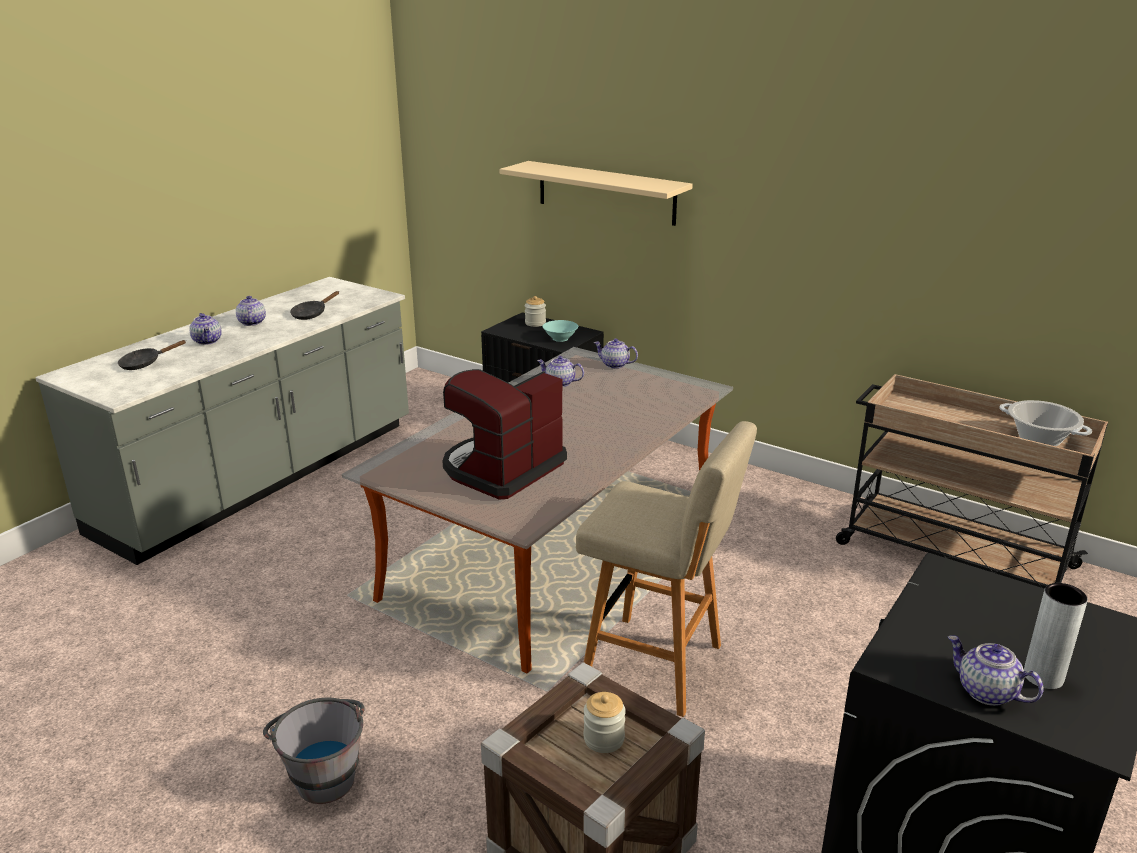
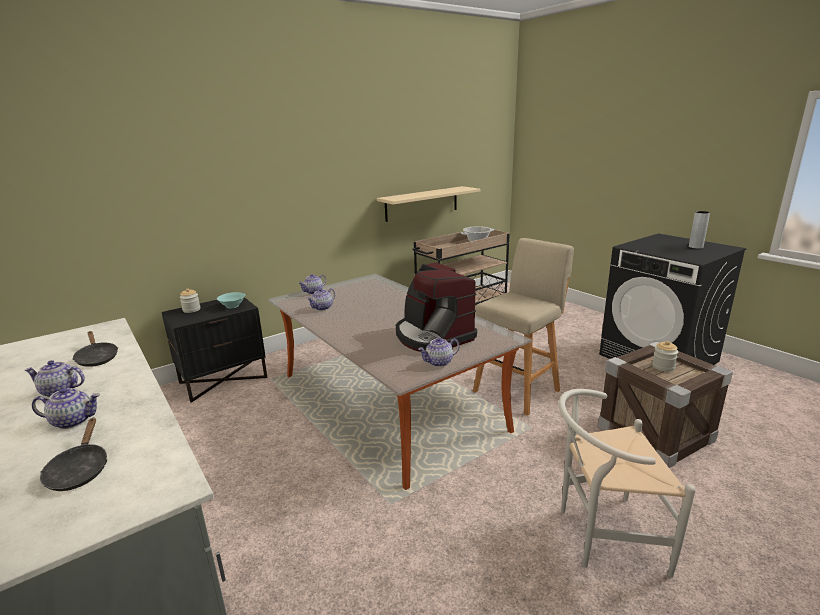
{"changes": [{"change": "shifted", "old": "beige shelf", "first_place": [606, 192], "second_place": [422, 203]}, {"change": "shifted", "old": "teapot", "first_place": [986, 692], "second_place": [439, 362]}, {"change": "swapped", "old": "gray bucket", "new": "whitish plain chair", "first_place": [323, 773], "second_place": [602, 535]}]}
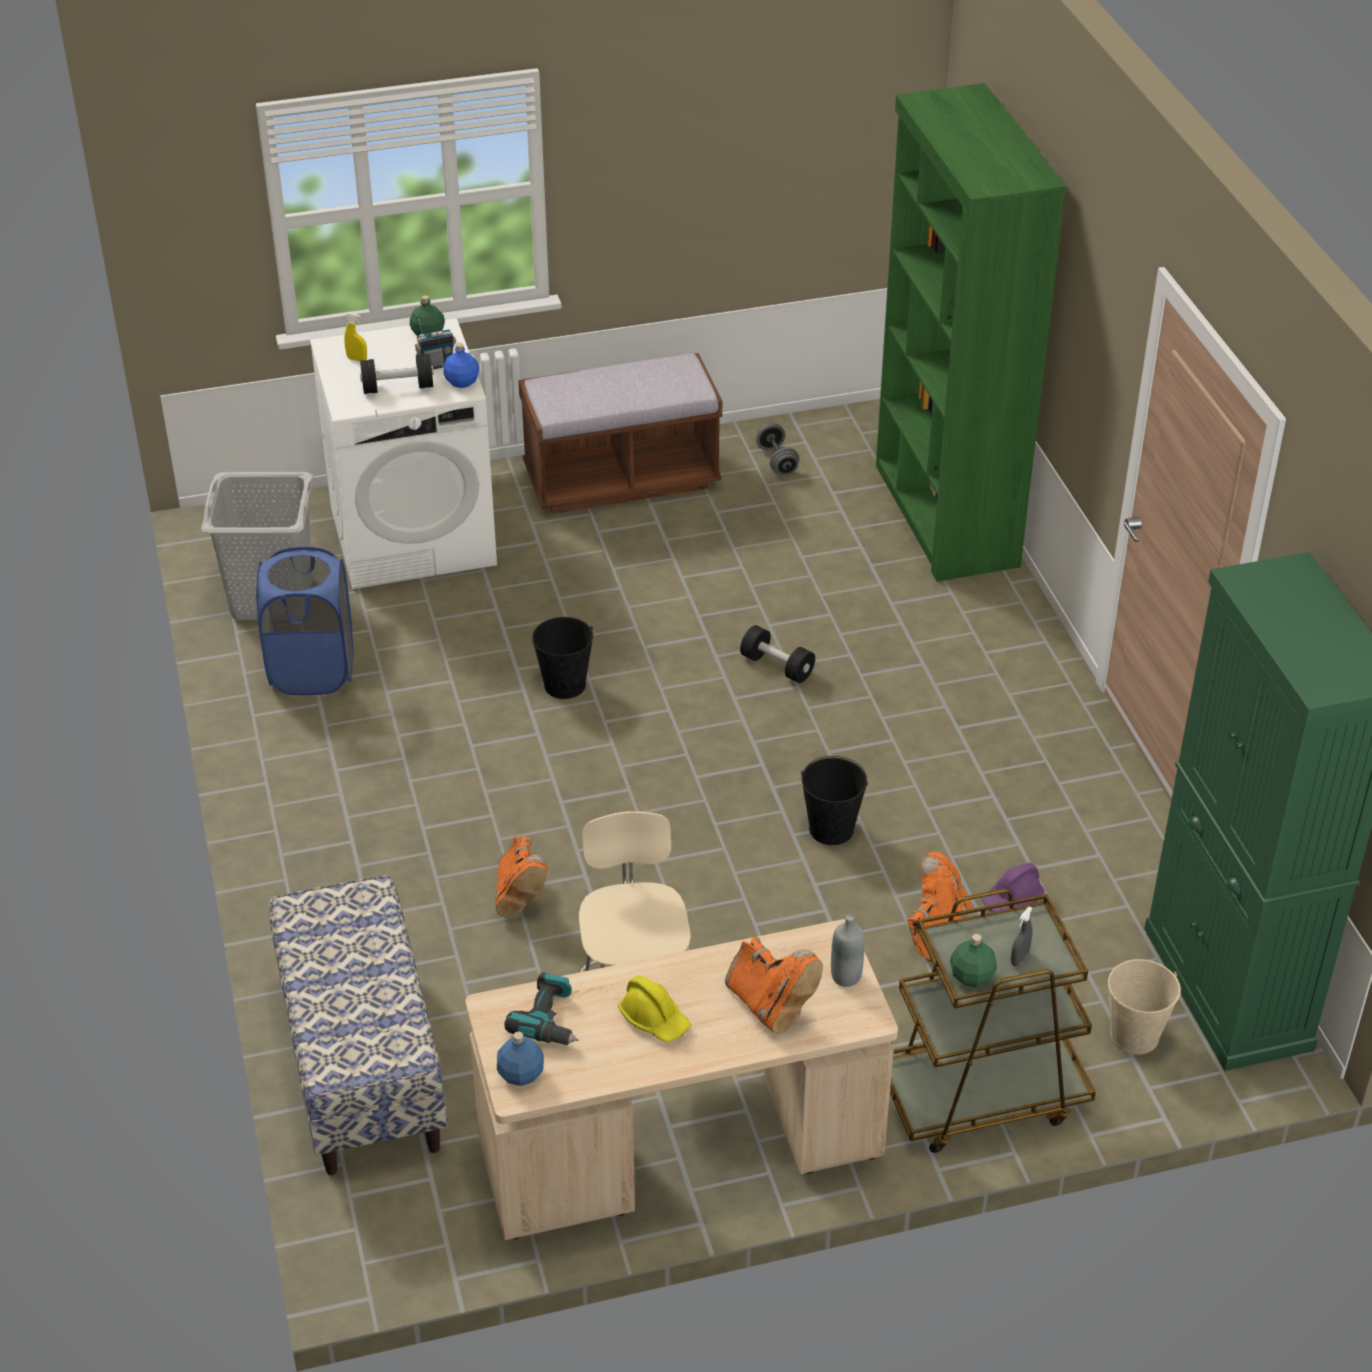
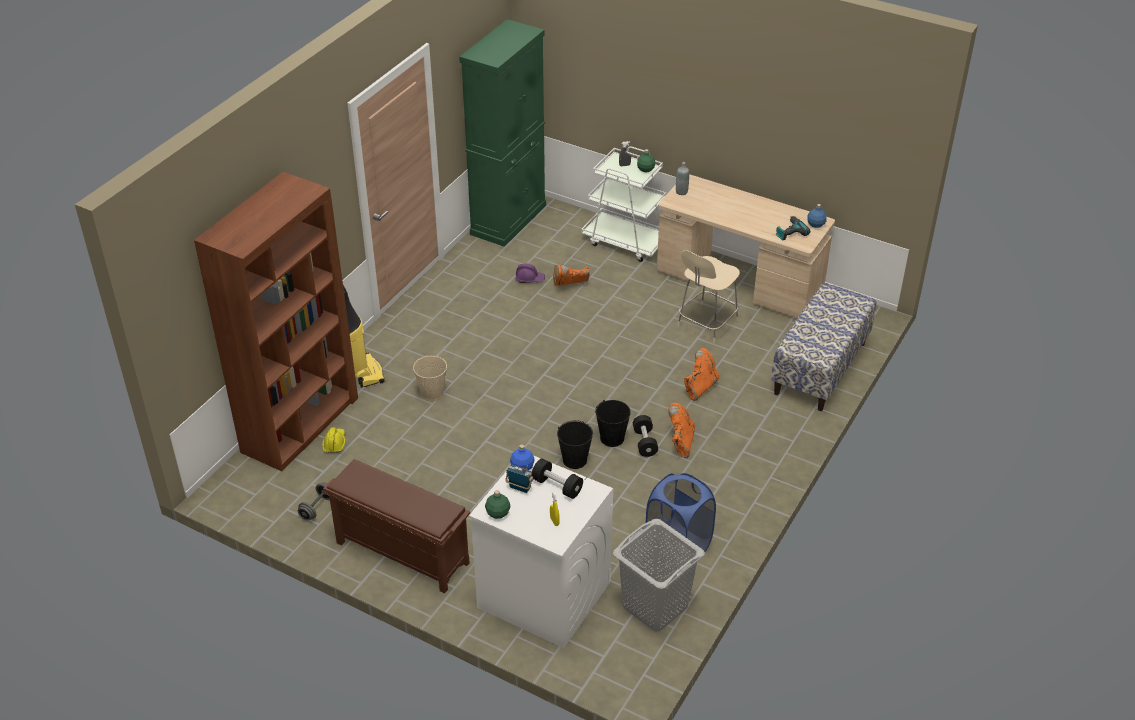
{"changes": [{"change": "repainted", "old": "greenish shelving unit", "new": "brownish shelving unit", "first_place": [944, 516], "second_place": [300, 424]}, {"change": "shifted", "old": "yellowish safety helmet", "first_place": [654, 1019], "second_place": [334, 443]}, {"change": "swapped", "old": "brownish indoor bench", "new": "brownish shoe shelf", "first_place": [621, 479], "second_place": [400, 553]}, {"change": "new", "new": "vacuum", "second_place": [364, 372]}, {"change": "shifted", "old": "beige bucket", "first_place": [1134, 1035], "second_place": [432, 393]}, {"change": "repainted", "old": "brownish wheeled cart", "new": "whitish wheeled cart", "first_place": [981, 1095], "second_place": [625, 241]}, {"change": "shifted", "old": "black-coloured bucket", "first_place": [831, 829], "second_place": [612, 438]}, {"change": "shifted", "old": "black-coloured dumbbell", "first_place": [777, 666], "second_place": [644, 442]}, {"change": "shifted", "old": "orange-coloured tall boot", "first_place": [770, 1007], "second_place": [681, 442]}]}
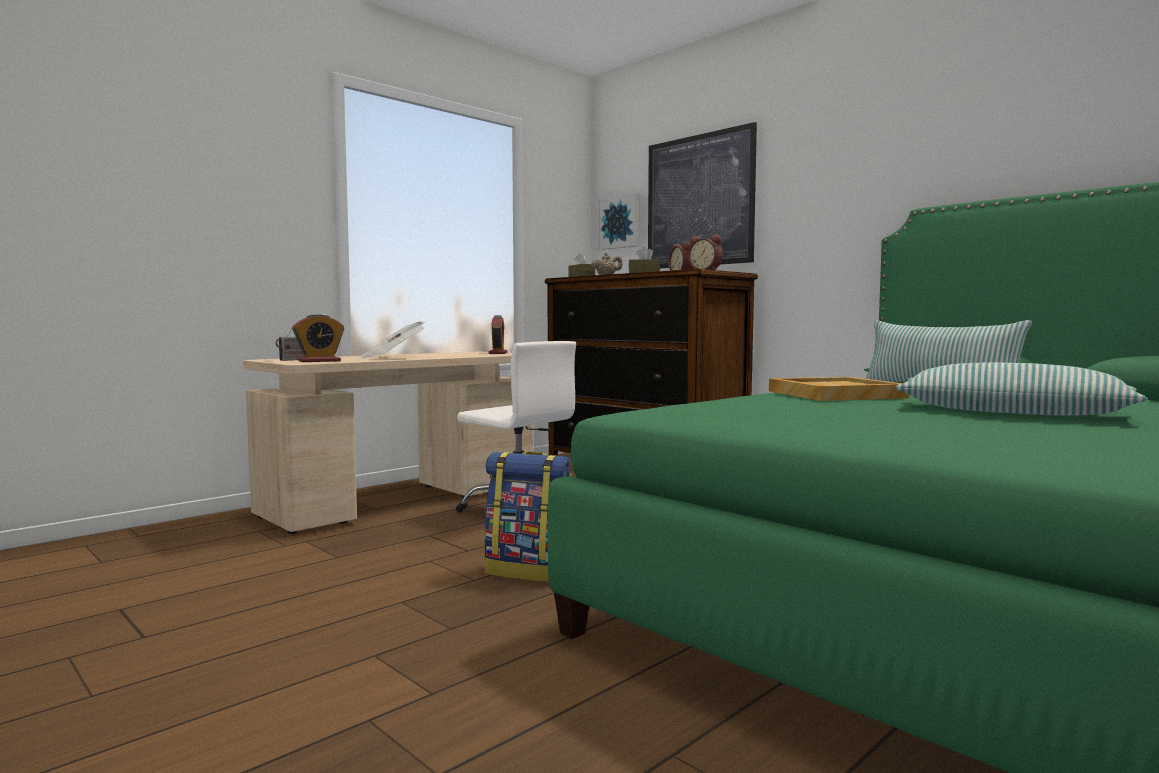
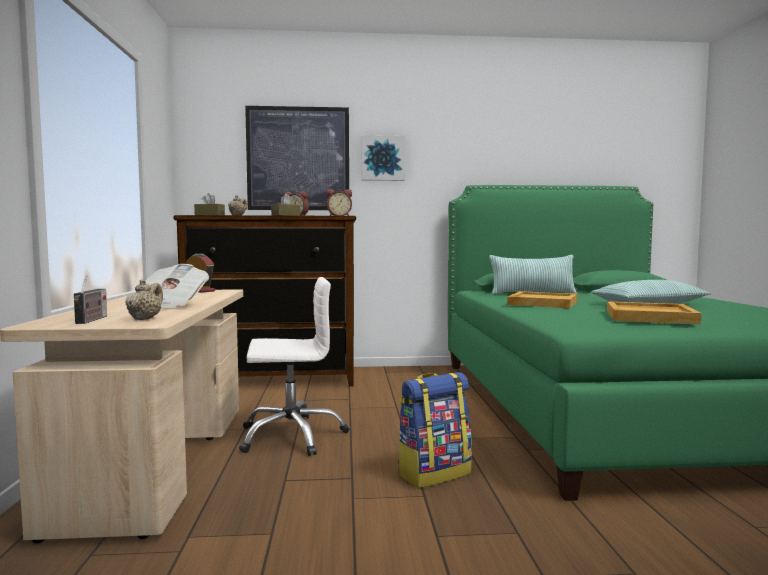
{"changes": [{"change": "swapped", "old": "alarm clock", "new": "beige teapot", "first_place": [319, 361], "second_place": [145, 319]}, {"change": "shifted", "old": "wall picture", "first_place": [621, 222], "second_place": [383, 158]}, {"change": "new", "new": "beige carrying tray", "second_place": [650, 317]}]}
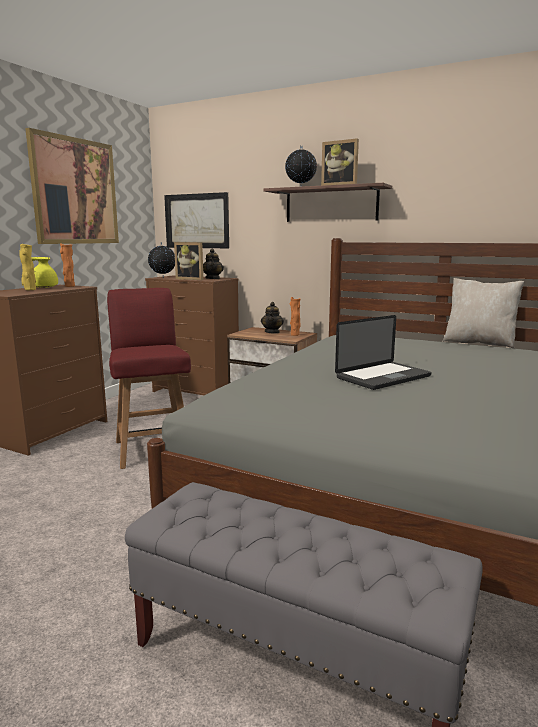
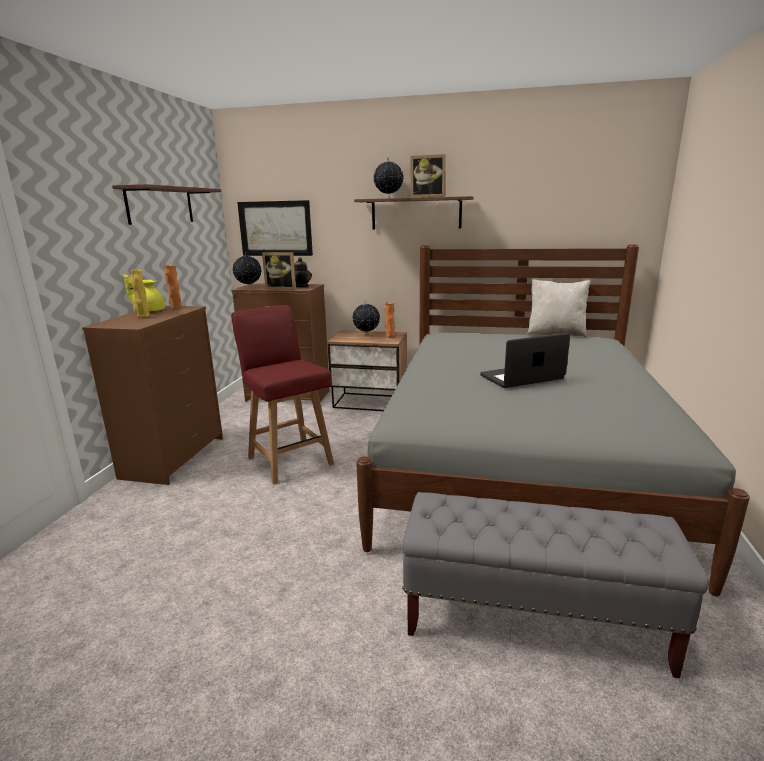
{"changes": [{"change": "swapped", "old": "wall picture", "new": "shelf", "first_place": [75, 191], "second_place": [160, 205]}, {"change": "swapped", "old": "teapot", "new": "world globe", "first_place": [272, 332], "second_place": [366, 335]}, {"change": "rotated", "old": "laptop", "first_place": [383, 377], "second_place": [522, 377], "degrees": -150}]}
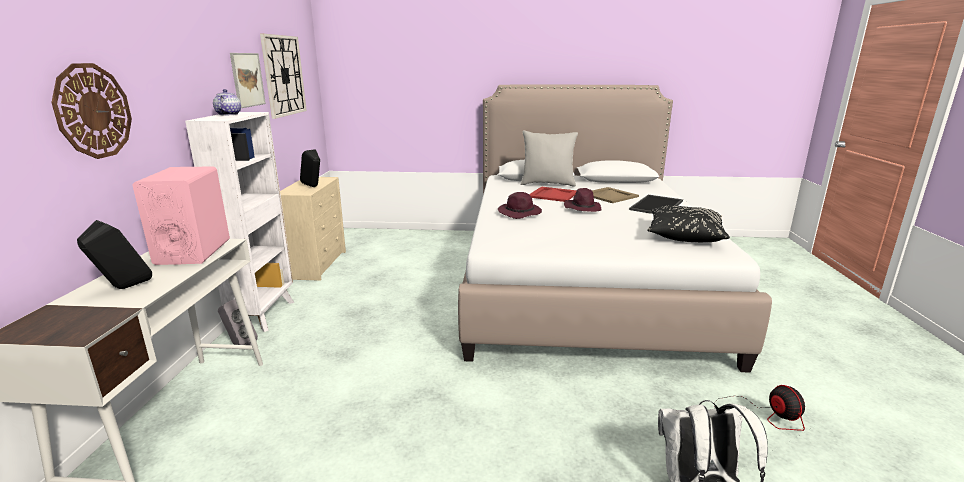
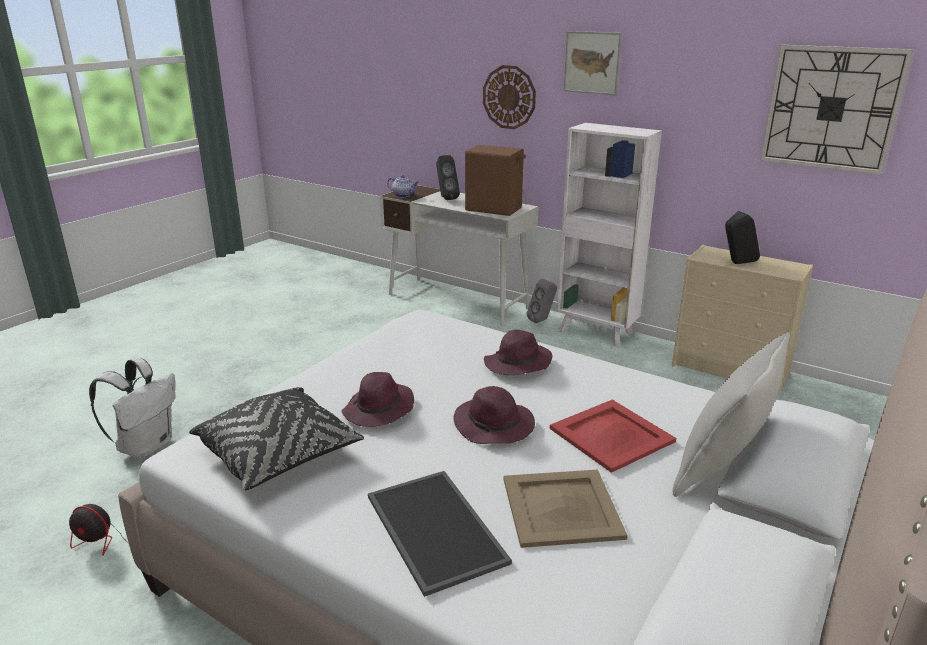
{"changes": [{"change": "new", "new": "purple-coloured wearable hat", "second_place": [379, 410]}, {"change": "shifted", "old": "teapot", "first_place": [228, 114], "second_place": [404, 195]}, {"change": "repainted", "old": "pink loudspeaker", "new": "brownish loudspeaker", "first_place": [193, 252], "second_place": [494, 209]}, {"change": "shifted", "old": "wall picture", "first_place": [247, 80], "second_place": [592, 62]}]}
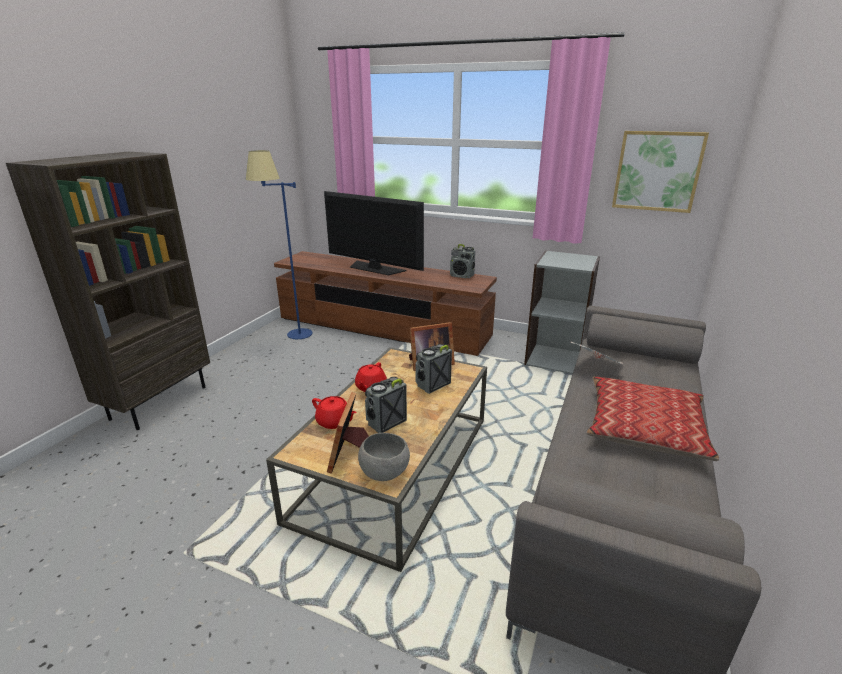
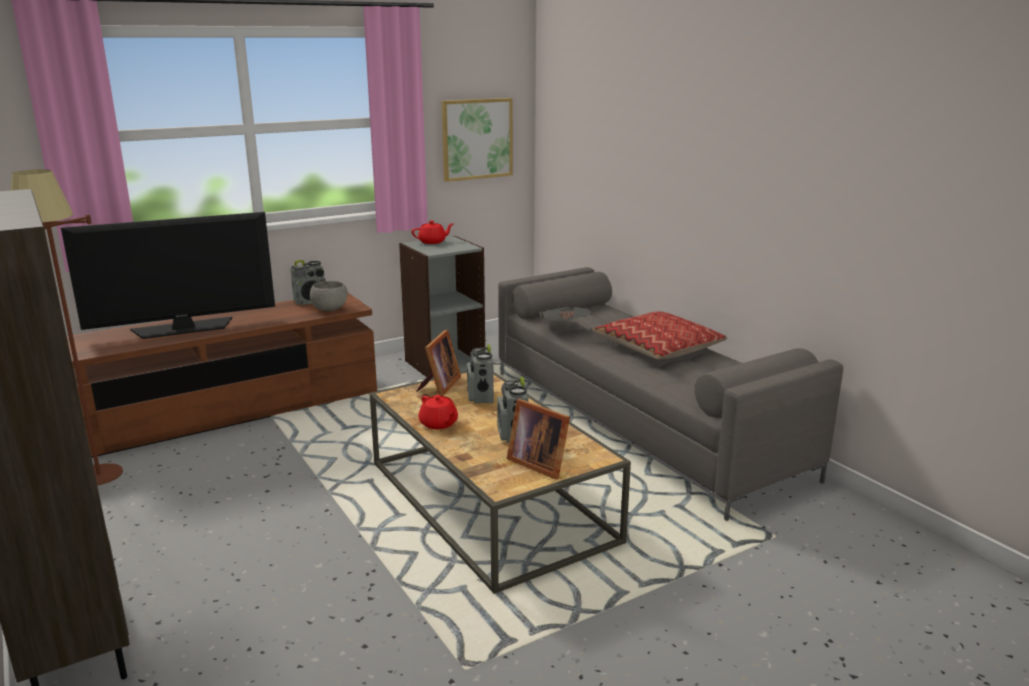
{"changes": [{"change": "repainted", "old": "blue-coloured standing lamp", "new": "brownish standing lamp", "first_place": [292, 338], "second_place": [100, 484]}, {"change": "shifted", "old": "gray bowl", "first_place": [384, 472], "second_place": [329, 309]}, {"change": "shifted", "old": "reddish teapot", "first_place": [334, 422], "second_place": [433, 242]}]}
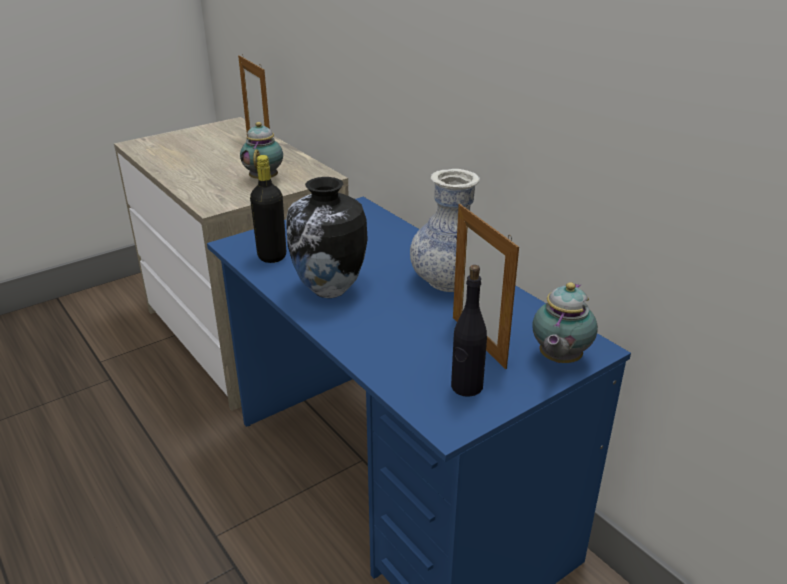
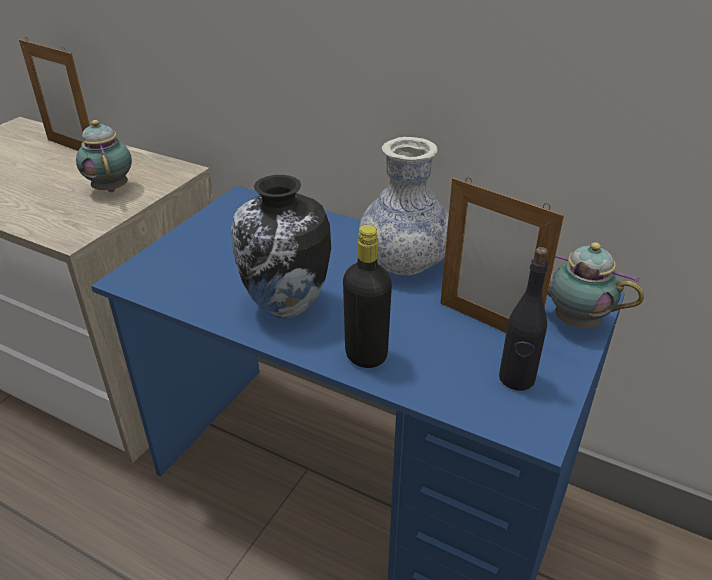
{"changes": [{"change": "shifted", "old": "black-coloured bottle", "first_place": [272, 256], "second_place": [366, 355]}, {"change": "rotated", "old": "teapot", "first_place": [558, 360], "second_place": [573, 320], "degrees": 120}]}
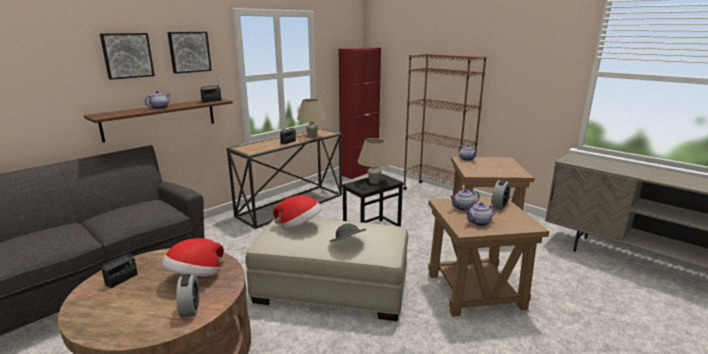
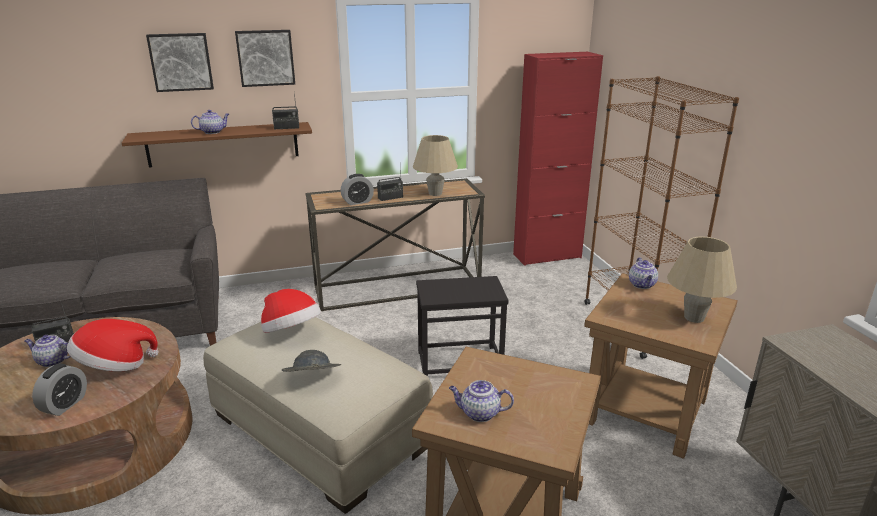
{"changes": [{"change": "shifted", "old": "teapot", "first_place": [463, 208], "second_place": [52, 361]}, {"change": "shifted", "old": "alarm clock", "first_place": [499, 205], "second_place": [357, 202]}, {"change": "shifted", "old": "beige table lamp", "first_place": [374, 182], "second_place": [694, 318]}]}
